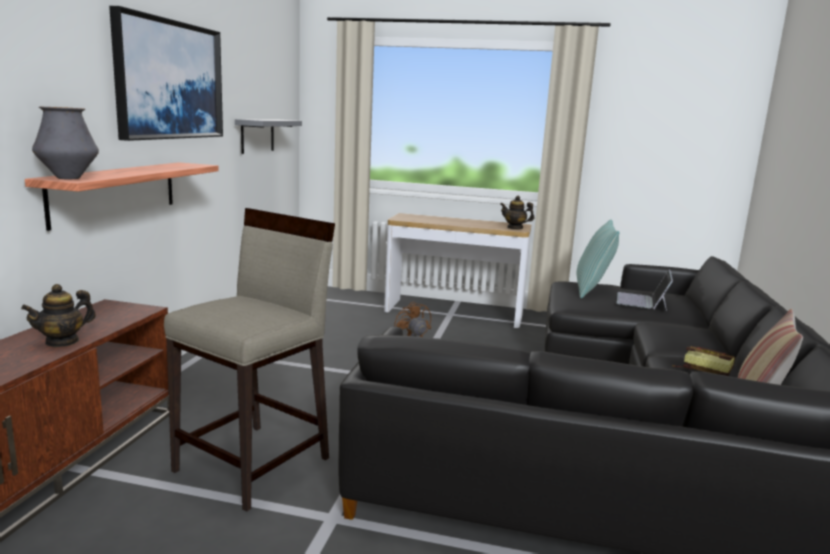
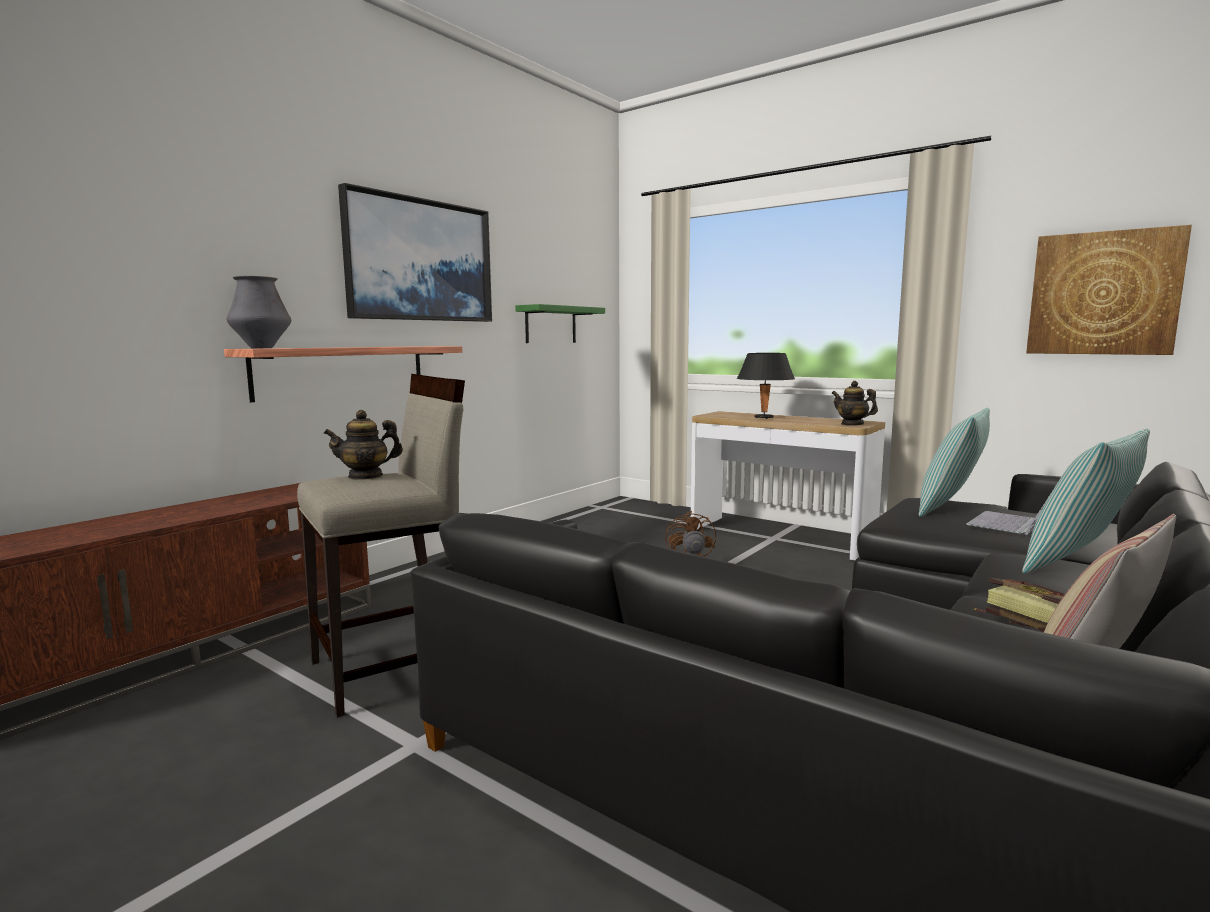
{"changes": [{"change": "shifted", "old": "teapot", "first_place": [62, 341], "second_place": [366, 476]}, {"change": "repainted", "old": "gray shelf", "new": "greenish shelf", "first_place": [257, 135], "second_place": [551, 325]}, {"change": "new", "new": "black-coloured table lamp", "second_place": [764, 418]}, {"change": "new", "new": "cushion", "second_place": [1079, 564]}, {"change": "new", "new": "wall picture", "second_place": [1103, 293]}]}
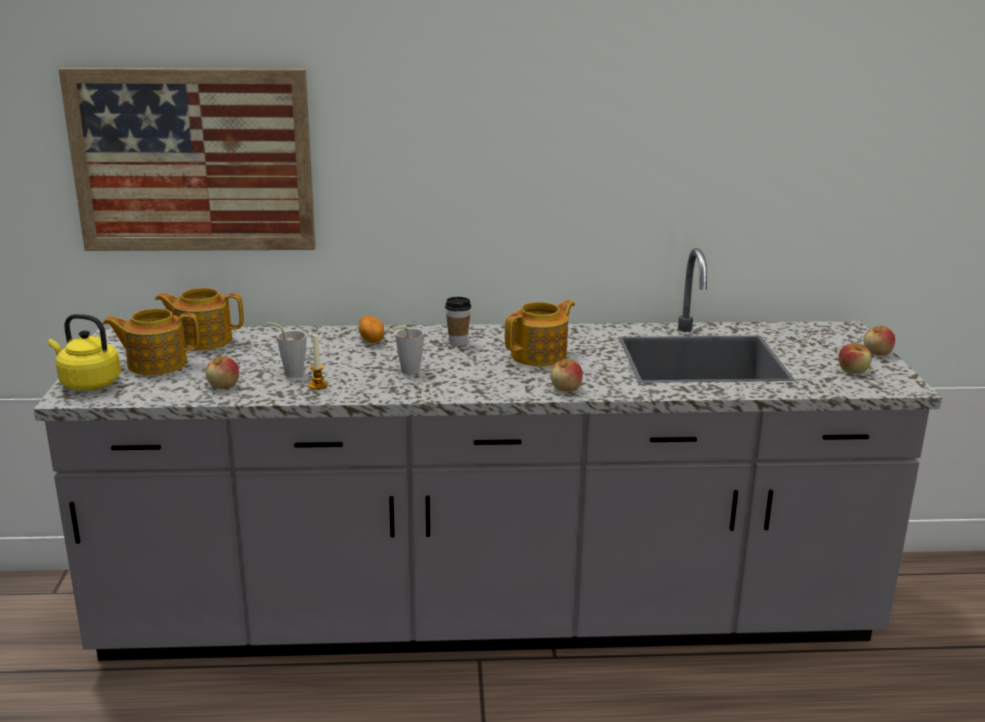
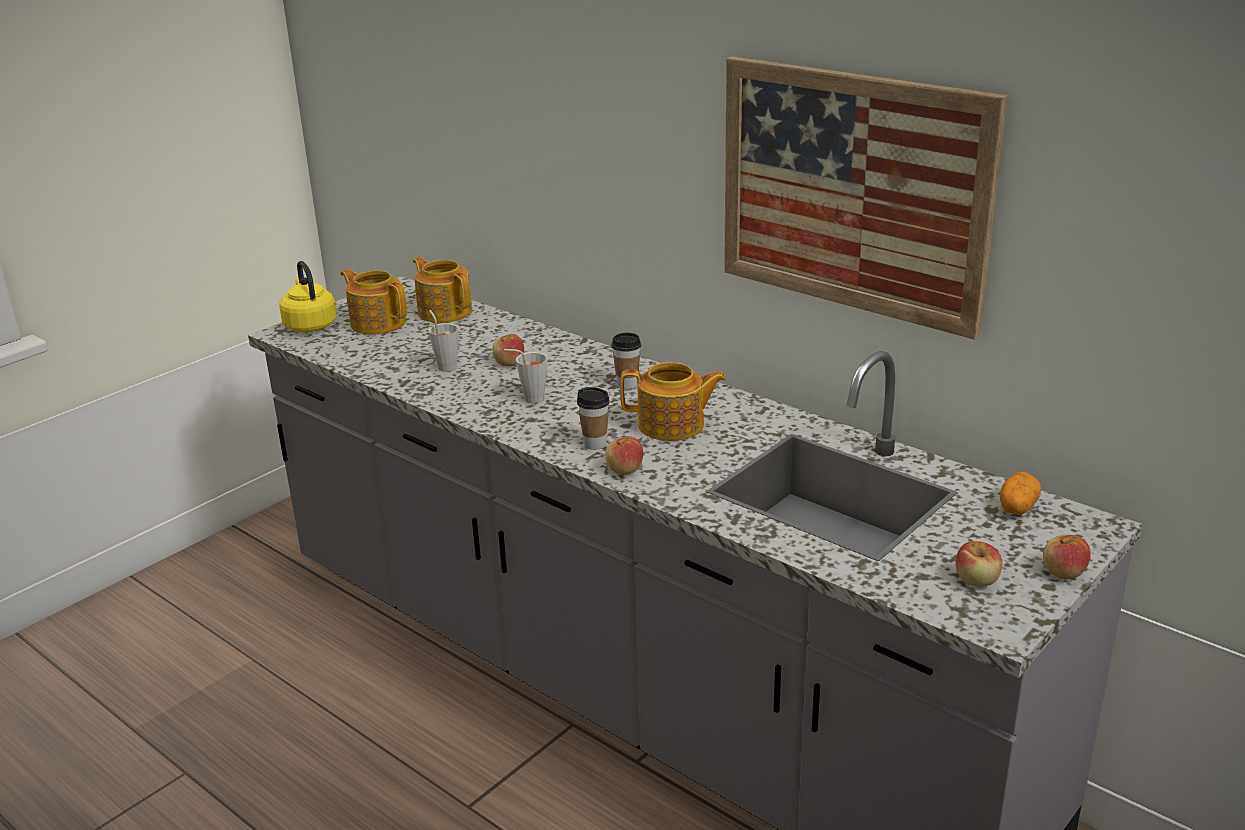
{"changes": [{"change": "shifted", "old": "whole apple", "first_place": [223, 386], "second_place": [509, 363]}, {"change": "new", "new": "drinking cup", "second_place": [595, 444]}, {"change": "shifted", "old": "wall picture", "first_place": [193, 161], "second_place": [852, 192]}, {"change": "shifted", "old": "spud", "first_place": [372, 339], "second_place": [1017, 506]}, {"change": "gone", "old": "candle", "first_place": [318, 385]}]}
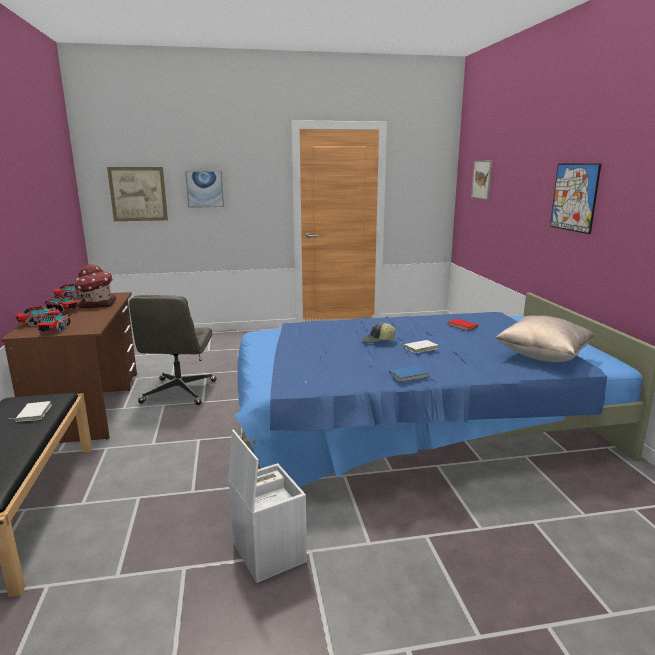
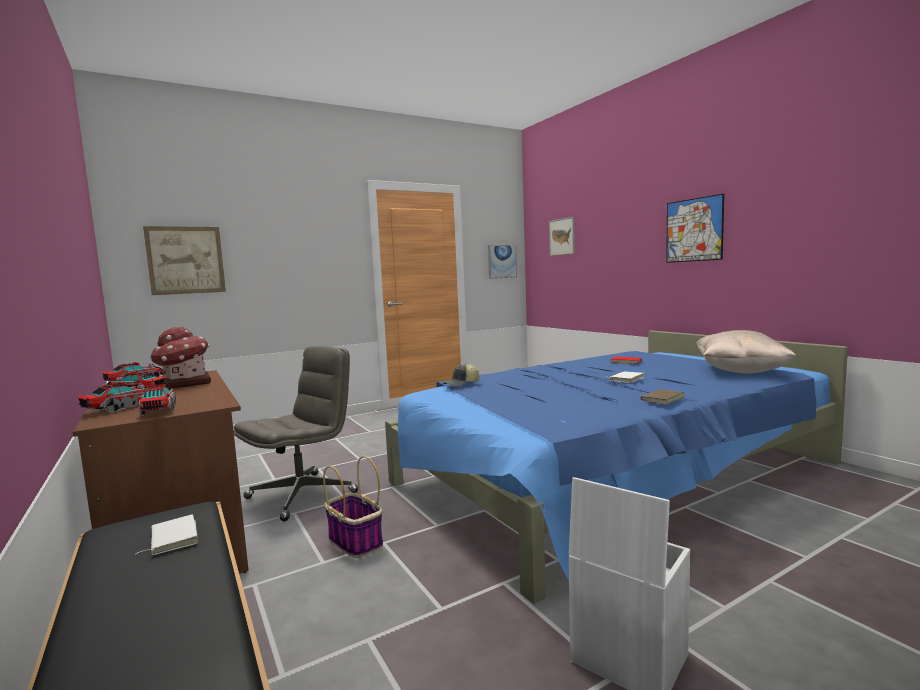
{"changes": [{"change": "rotated", "old": "gray desk chair", "first_place": [179, 392], "second_place": [302, 495], "degrees": -120}, {"change": "new", "new": "basket", "second_place": [354, 541]}, {"change": "shifted", "old": "cap", "first_place": [378, 340], "second_place": [462, 384]}, {"change": "shifted", "old": "wall picture", "first_place": [204, 189], "second_place": [502, 261]}, {"change": "repainted", "old": "blue-coloured volume", "new": "brownish volume", "first_place": [408, 375], "second_place": [661, 399]}]}
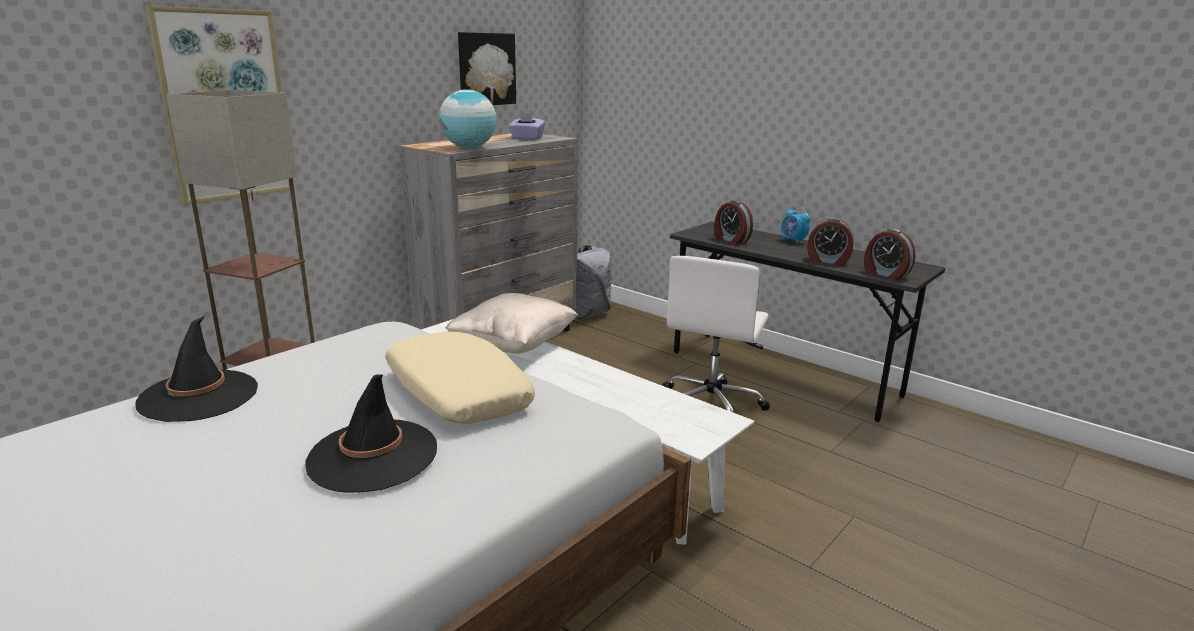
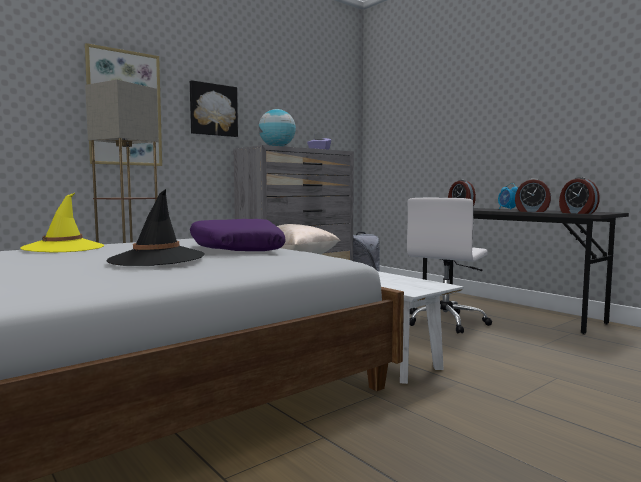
{"changes": [{"change": "repainted", "old": "black-coloured wearable hat", "new": "yellowish wearable hat", "first_place": [199, 396], "second_place": [63, 248]}, {"change": "shifted", "old": "wall picture", "first_place": [486, 69], "second_place": [213, 110]}, {"change": "repainted", "old": "beige cushion", "new": "purple-coloured cushion", "first_place": [456, 393], "second_place": [233, 250]}]}
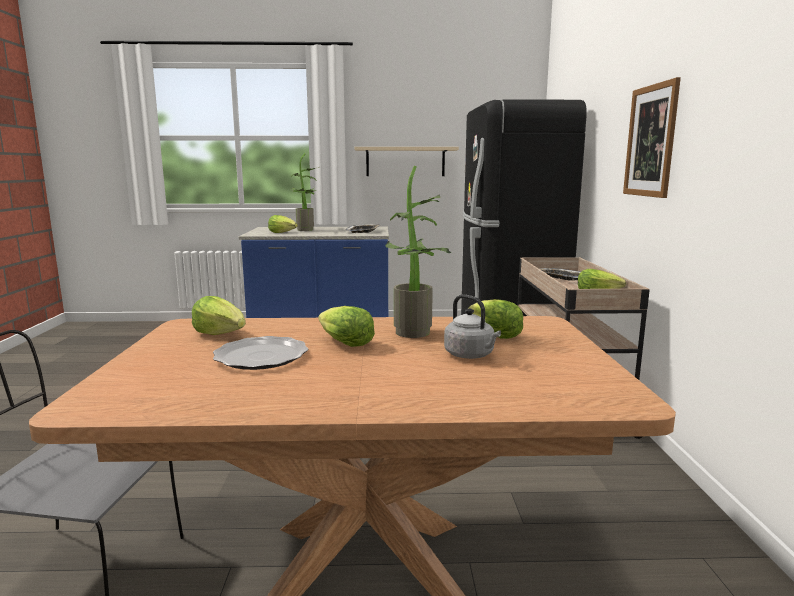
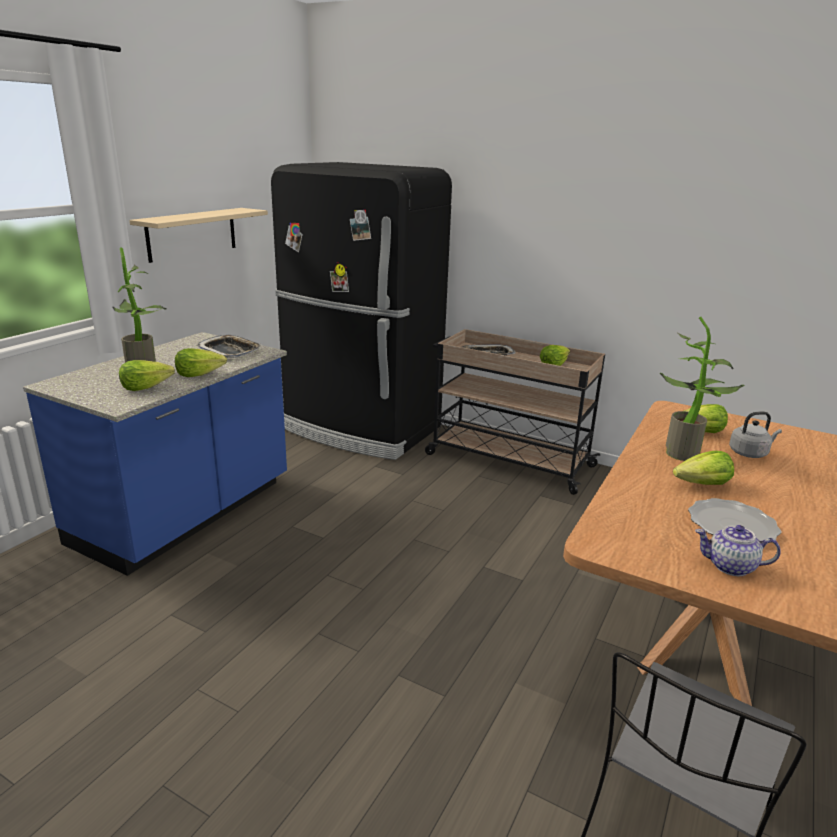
{"changes": [{"change": "shifted", "old": "lettuce head", "first_place": [221, 334], "second_place": [199, 374]}, {"change": "new", "new": "teapot", "second_place": [730, 566]}, {"change": "gone", "old": "wall picture", "first_place": [650, 141]}]}
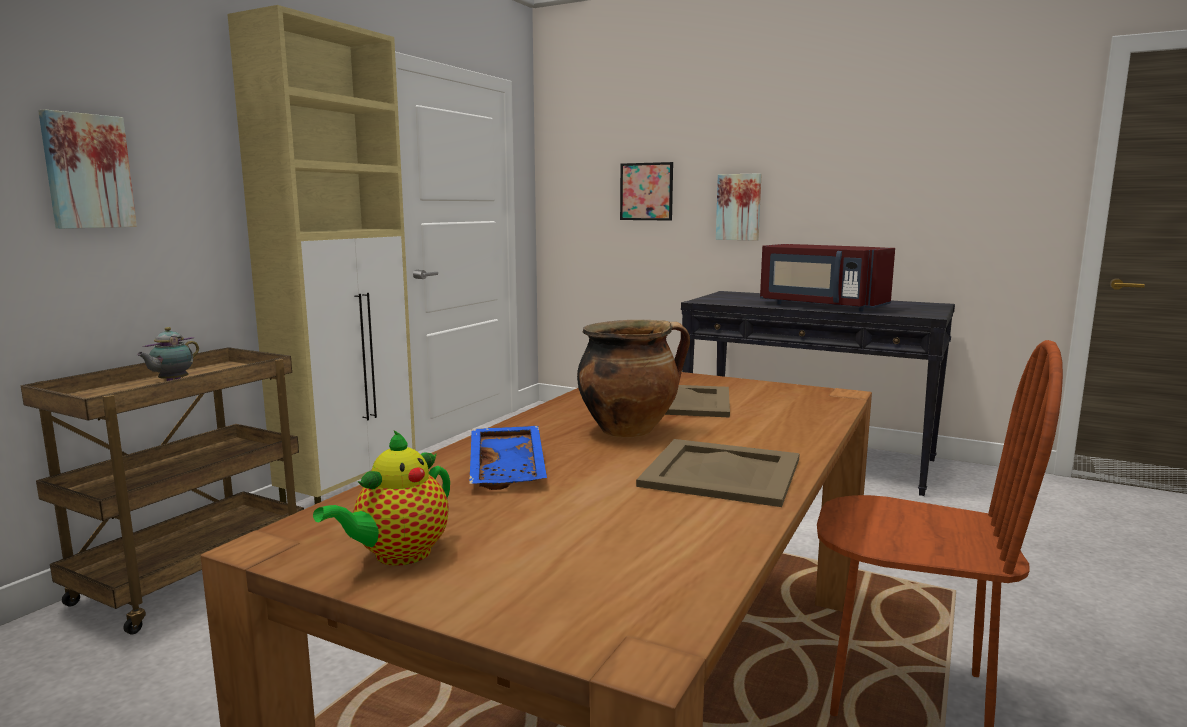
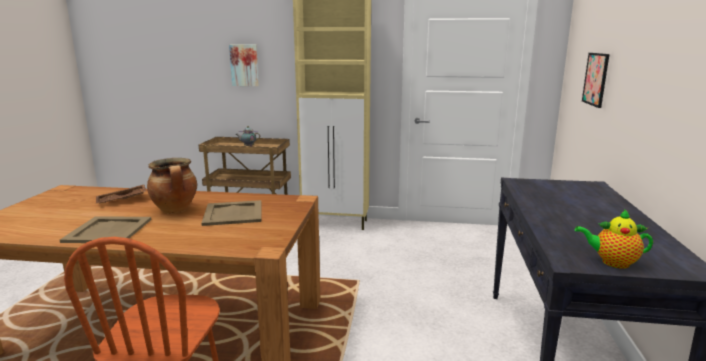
{"changes": [{"change": "repainted", "old": "blue-coloured carrying tray", "new": "brownish carrying tray", "first_place": [509, 470], "second_place": [122, 200]}, {"change": "shifted", "old": "teapot", "first_place": [397, 555], "second_place": [612, 262]}, {"change": "gone", "old": "wall picture", "first_place": [739, 207]}, {"change": "gone", "old": "reddish microwave", "first_place": [821, 306]}]}
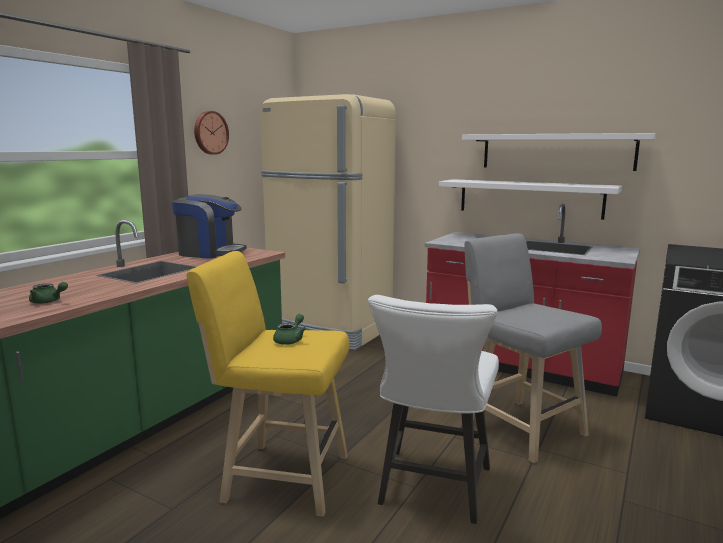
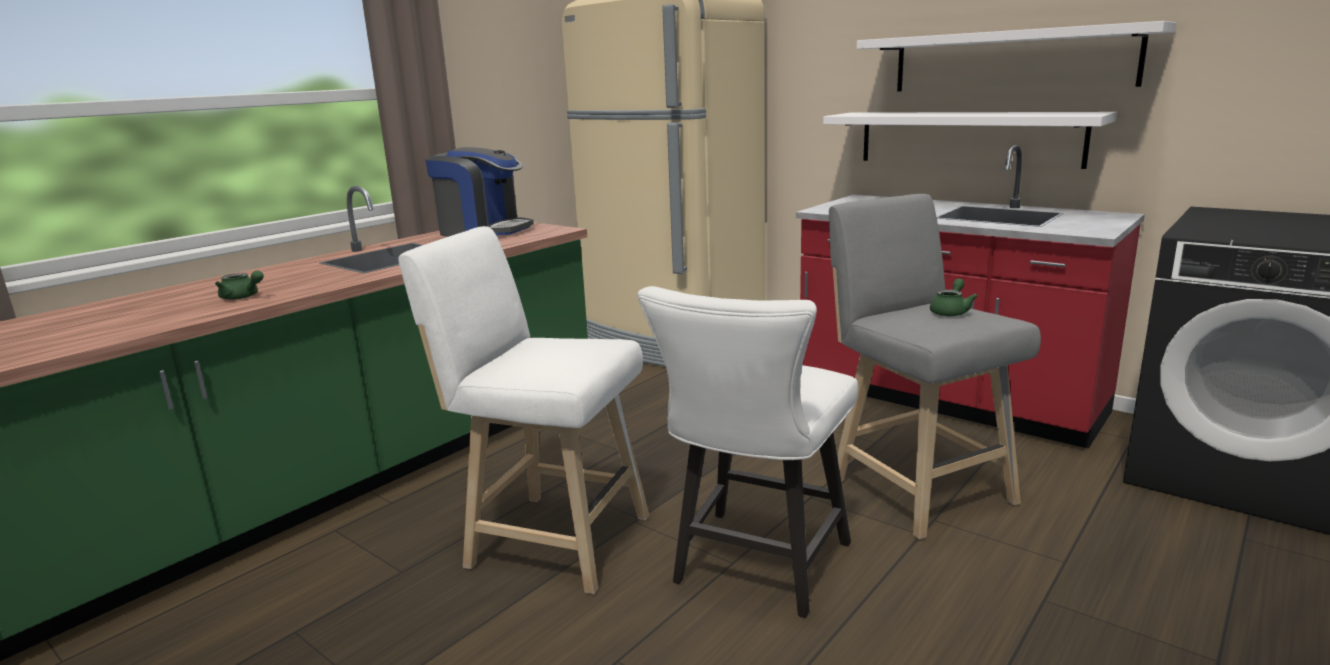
{"changes": [{"change": "repainted", "old": "yellowish stool", "new": "whitish stool", "first_place": [280, 477], "second_place": [550, 539]}, {"change": "shifted", "old": "greenish teapot", "first_place": [290, 340], "second_place": [951, 311]}, {"change": "gone", "old": "hanging clock", "first_place": [210, 133]}]}
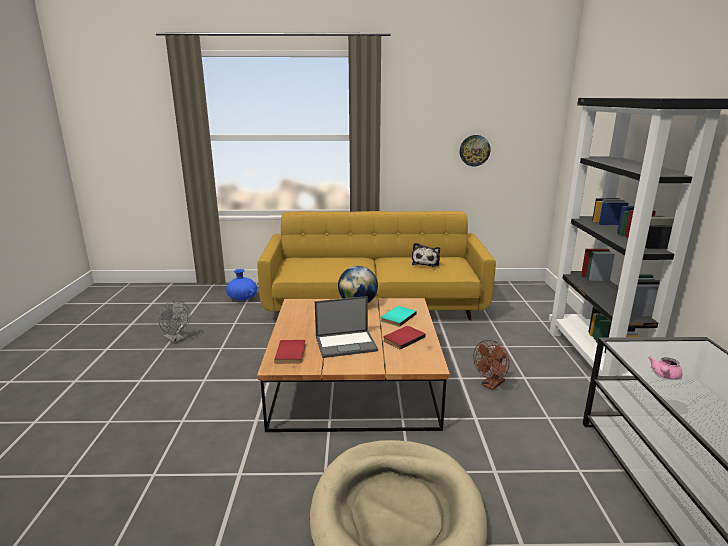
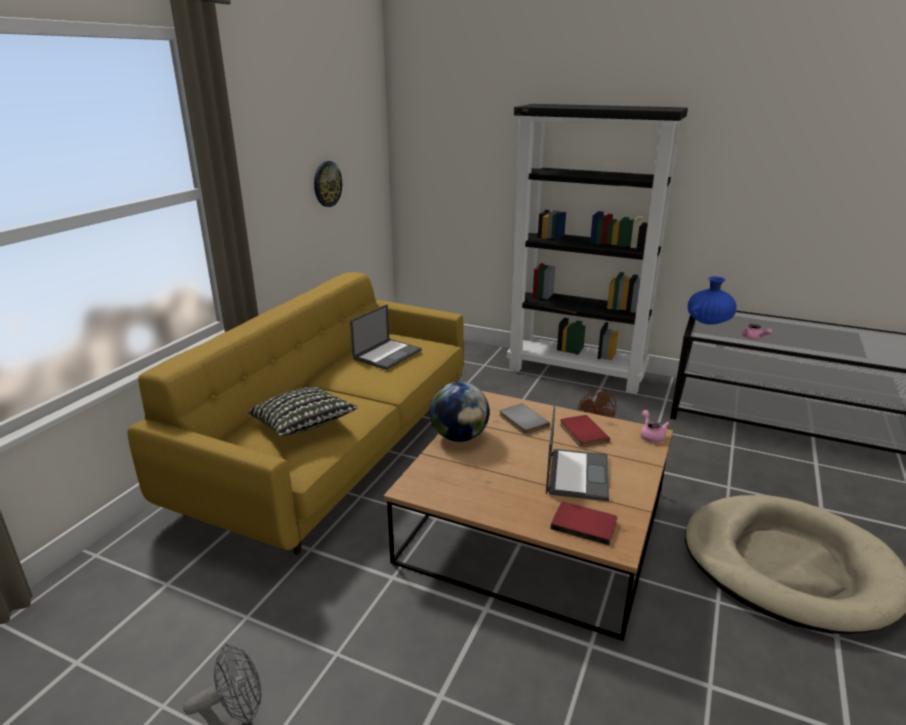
{"changes": [{"change": "new", "new": "cushion", "second_place": [303, 426]}, {"change": "swapped", "old": "soft toy", "new": "laptop", "first_place": [426, 263], "second_place": [387, 354]}, {"change": "repainted", "old": "turquoise-coloured volume", "new": "gray volume", "first_place": [397, 317], "second_place": [522, 421]}, {"change": "new", "new": "pink teapot", "second_place": [651, 435]}, {"change": "shifted", "old": "blue-coloured decorative vase", "first_place": [242, 298], "second_place": [709, 322]}]}
